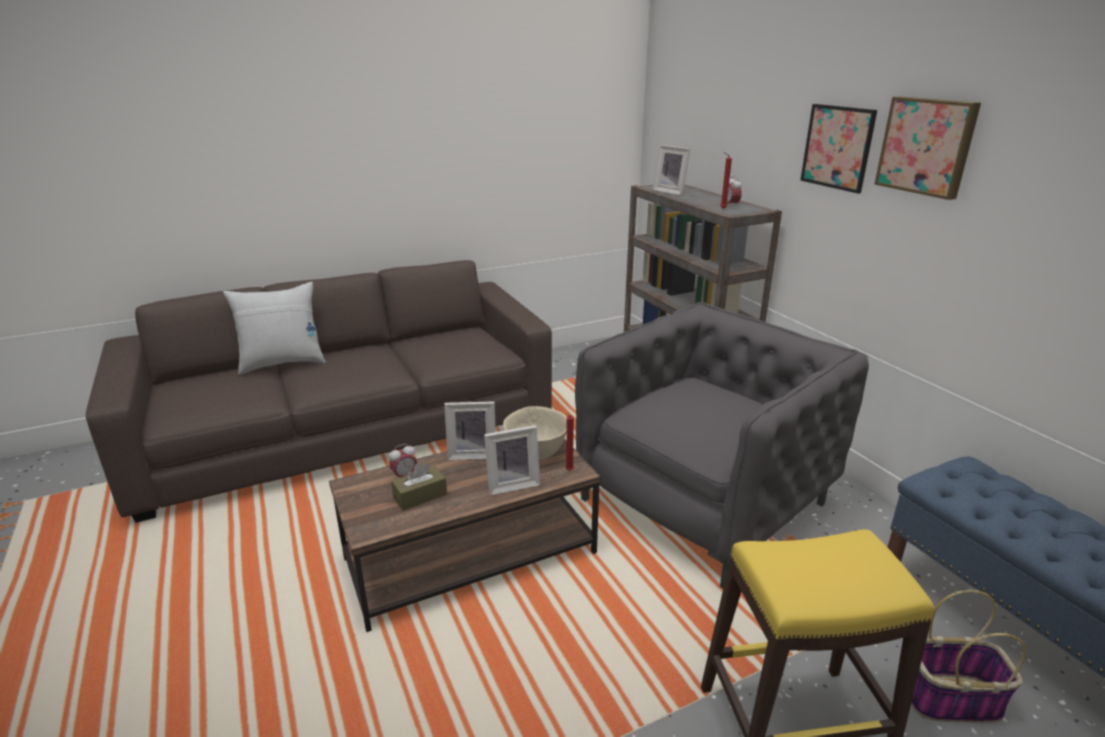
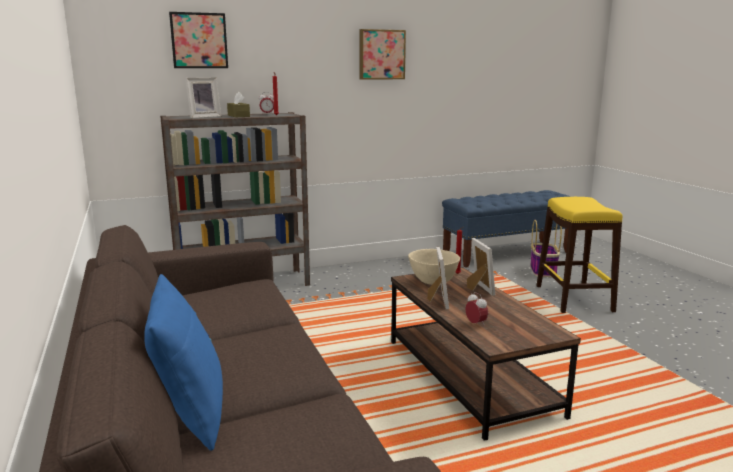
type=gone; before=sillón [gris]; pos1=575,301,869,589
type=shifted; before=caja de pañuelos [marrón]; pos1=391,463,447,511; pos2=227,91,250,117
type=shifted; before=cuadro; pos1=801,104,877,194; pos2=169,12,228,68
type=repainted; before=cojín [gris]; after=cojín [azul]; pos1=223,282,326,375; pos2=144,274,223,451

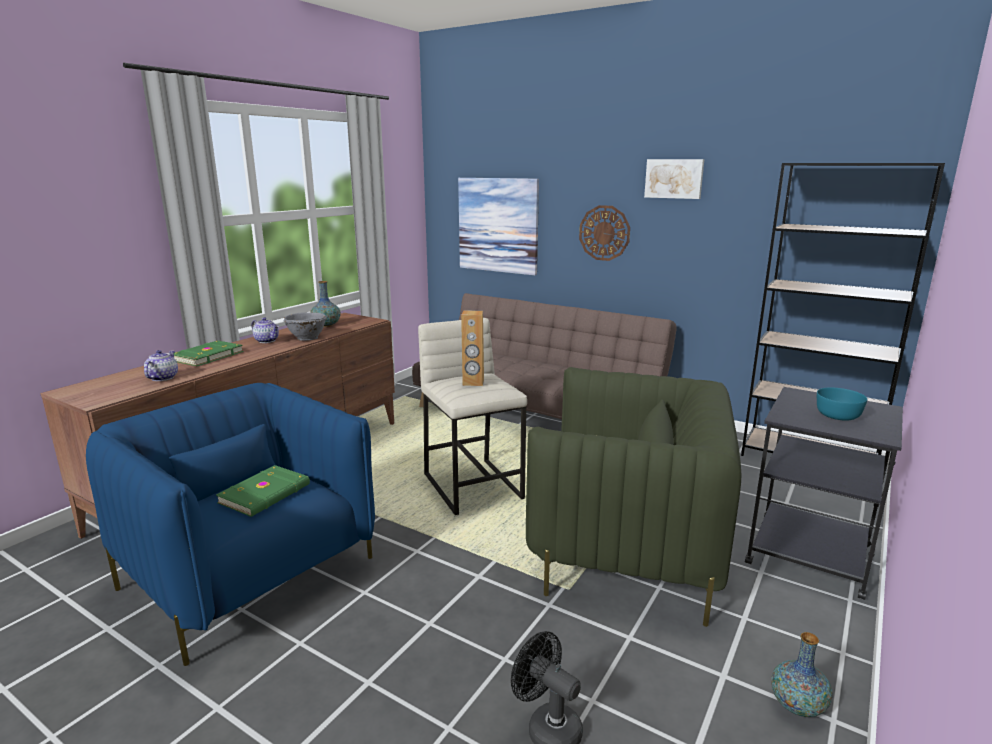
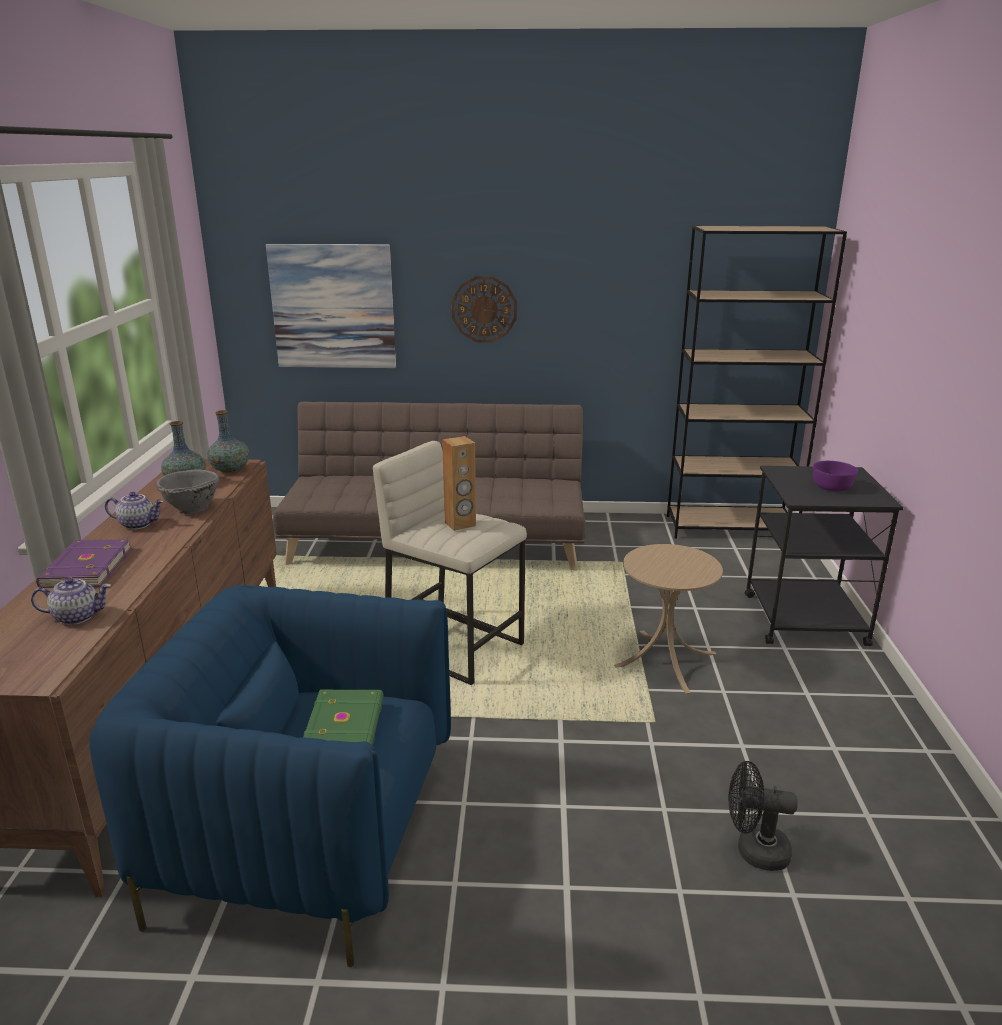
type=gone; before=cuadro; pos1=644,159,704,199
type=shifted; before=florero; pos1=771,632,833,717; pos2=207,410,249,473
type=swapped; before=sillón [verde]; after=mesa auxiliar [beis]; pos1=526,367,741,627; pos2=614,544,723,694
type=repainted; before=libro [verde]; after=libro [morado]; pos1=174,340,244,366; pos2=36,539,132,588
type=repainted; before=cuenco [turquesa]; after=cuenco [morado]; pos1=817,387,867,421; pos2=813,461,858,491
type=rotated; before=tetera; pos1=144,350,178,381; pos2=31,577,111,625; turn=105

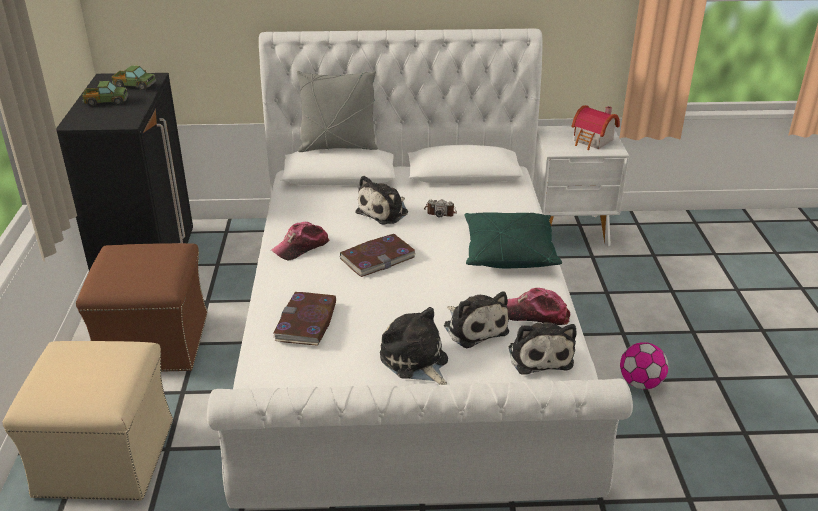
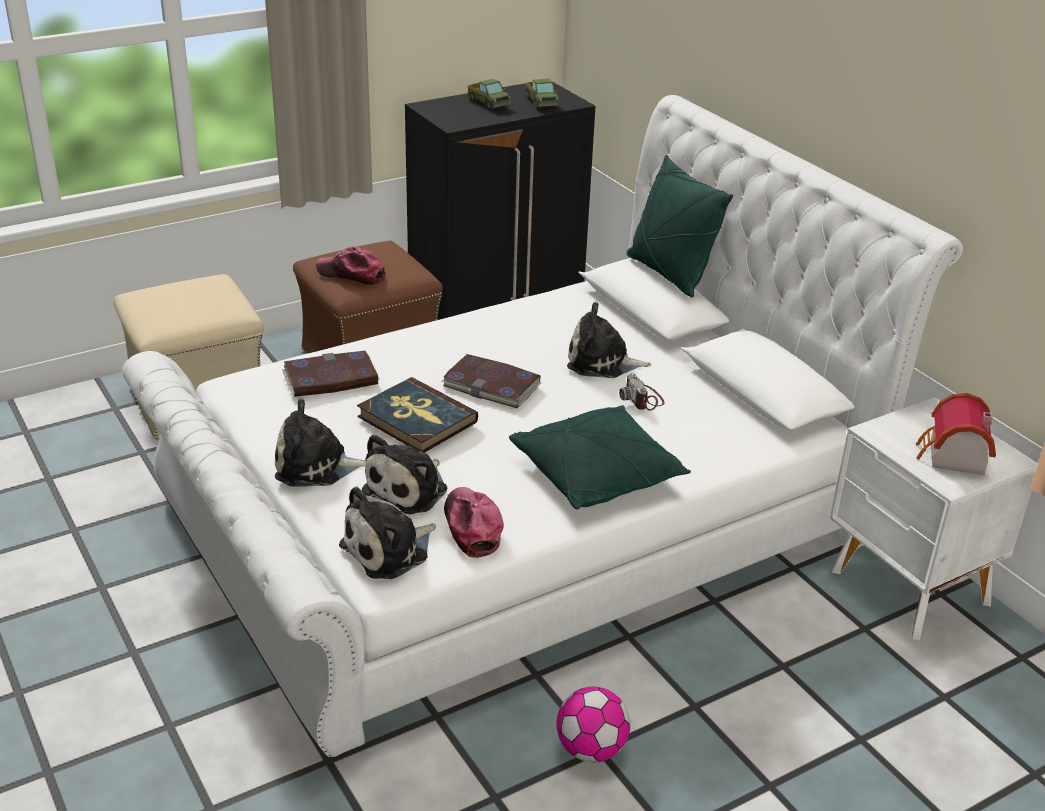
type=new; after=libro; pos2=357,377,478,453
type=shifted; before=gorra; pos1=271,222,330,260; pos2=316,247,386,285
type=repainted; before=cojín [gris]; after=cojín [verde]; pos1=297,71,378,152; pos2=627,155,733,298
type=rotated; before=peluche; pos1=380,307,448,385; pos2=275,399,366,487; turn=-120

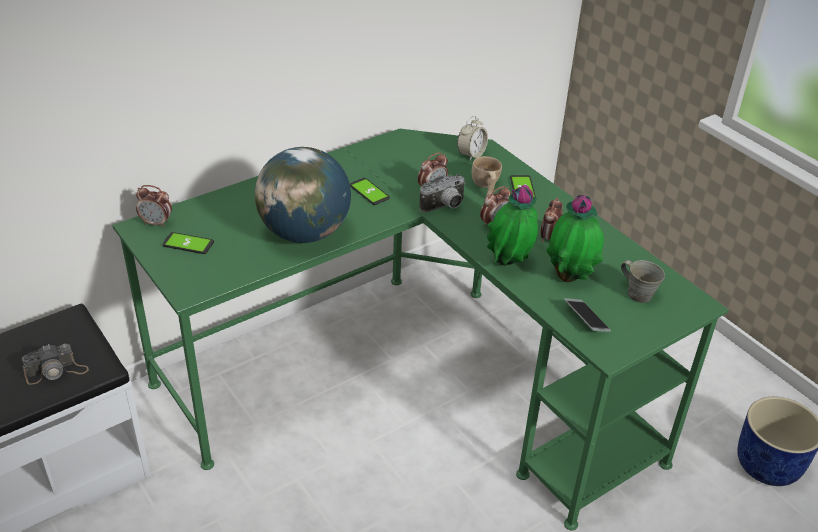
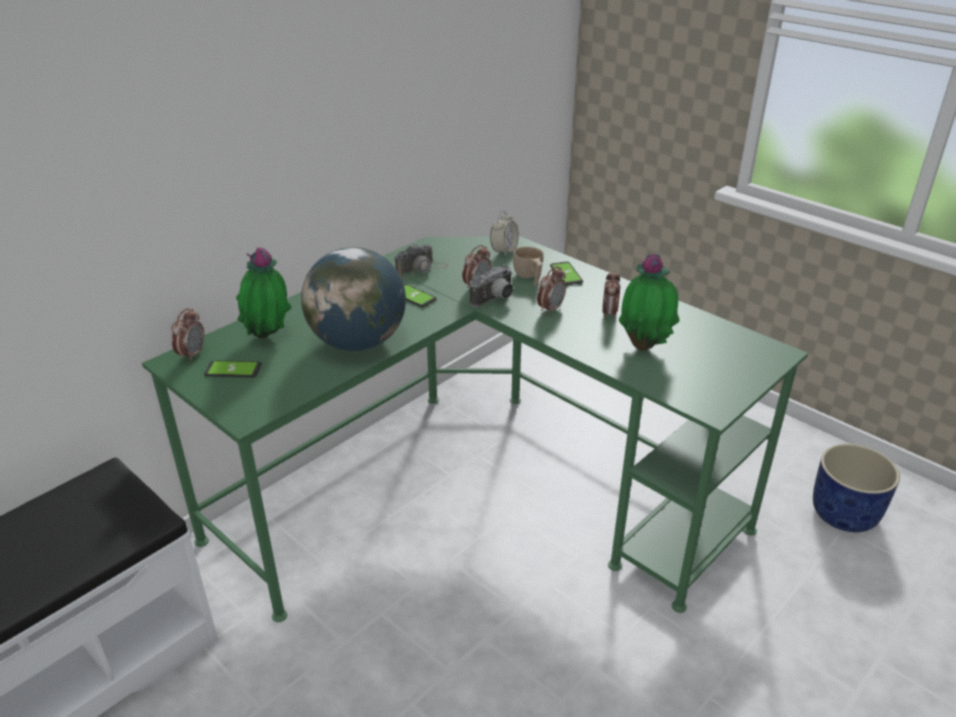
type=gone; before=móvil; pos1=564,298,611,332
type=gone; before=taza grande [gris]; pos1=621,260,665,303
type=shifted; before=cámara; pos1=22,344,89,385; pos2=395,244,448,279
type=shifted; before=planta en maceta; pos1=487,185,538,265; pos2=236,248,292,339
type=rotated; before=despertador; pos1=136,185,172,227; pos2=172,308,204,362; turn=-75

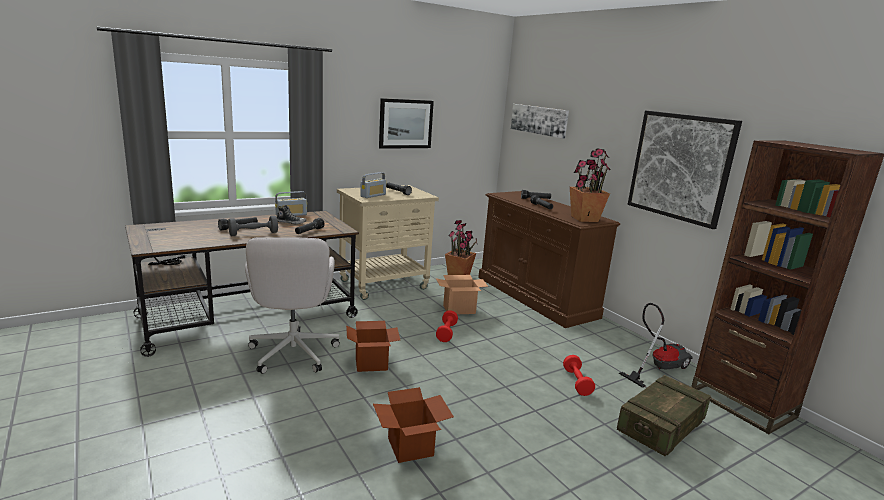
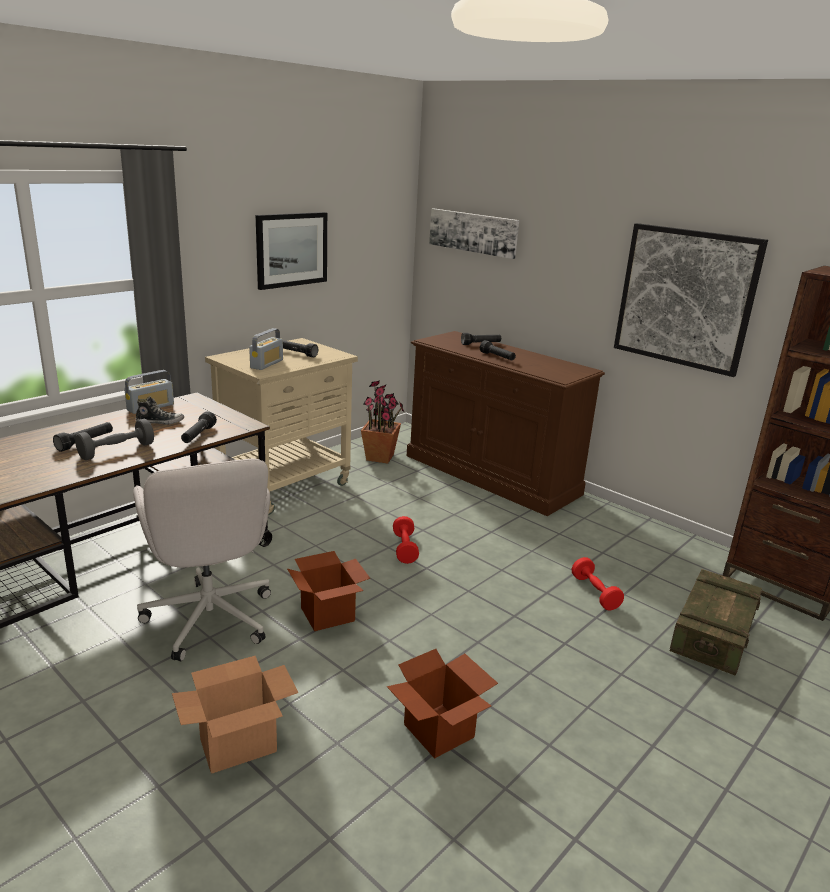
type=gone; before=planta en maceta; pos1=570,148,611,222
type=gone; before=aspiradora; pos1=619,303,693,388
type=shifted; before=caja de cartón; pos1=436,275,488,314; pos2=172,656,298,774

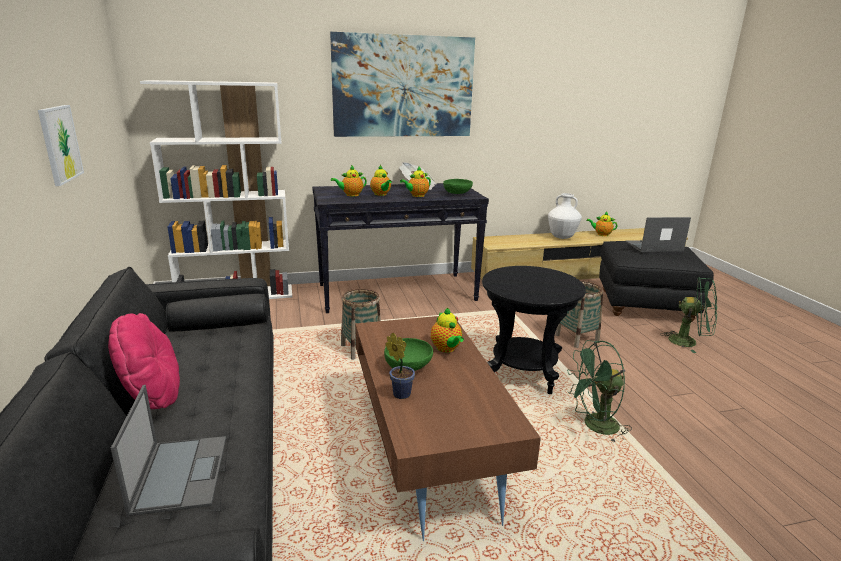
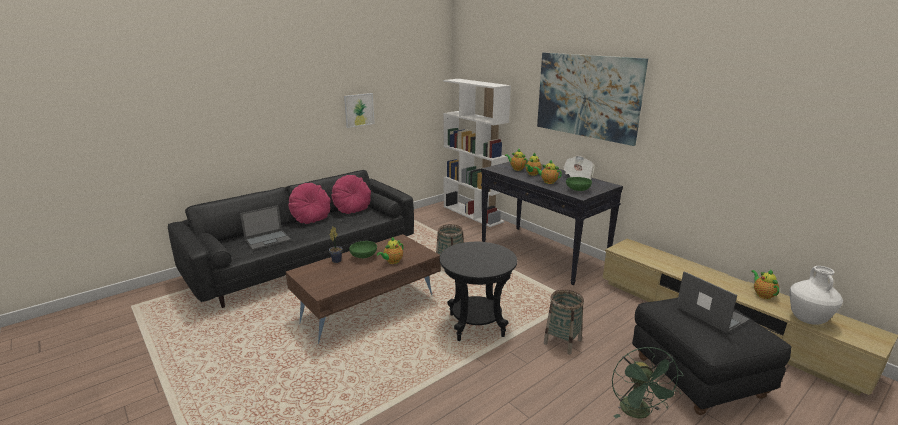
type=gone; before=ventilador [verde]; pos1=567,340,632,442
type=new; after=cojín [rosa]; pos2=331,175,371,214
type=shifted; before=florero [blanco]; pos1=548,193,582,239; pos2=790,266,843,325

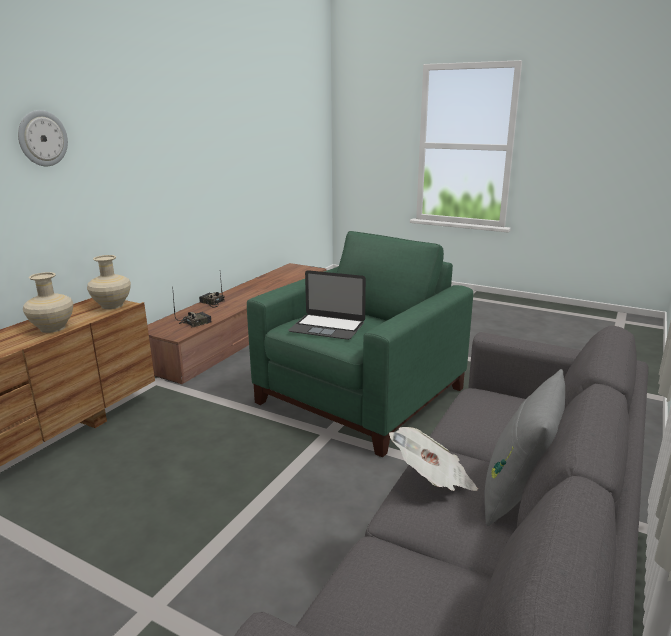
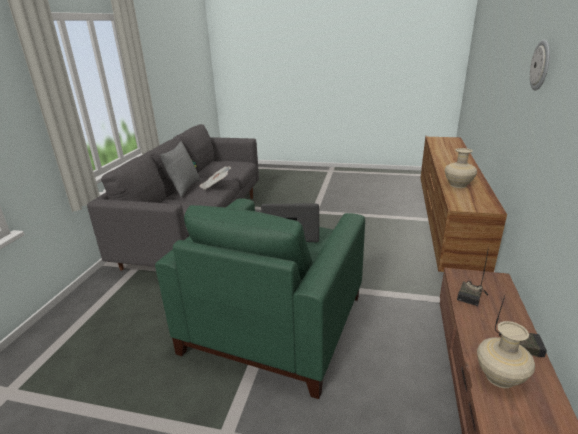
type=shifted; before=florero [beis]; pos1=87,255,131,309; pos2=477,321,535,388

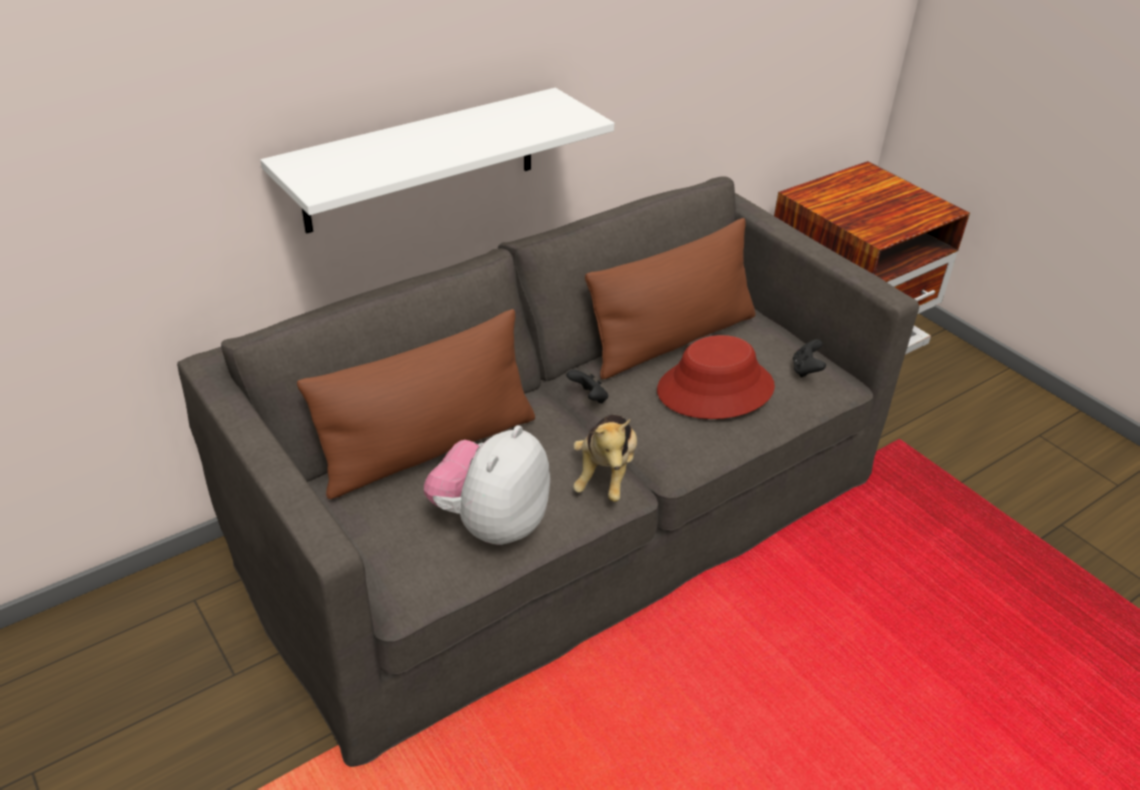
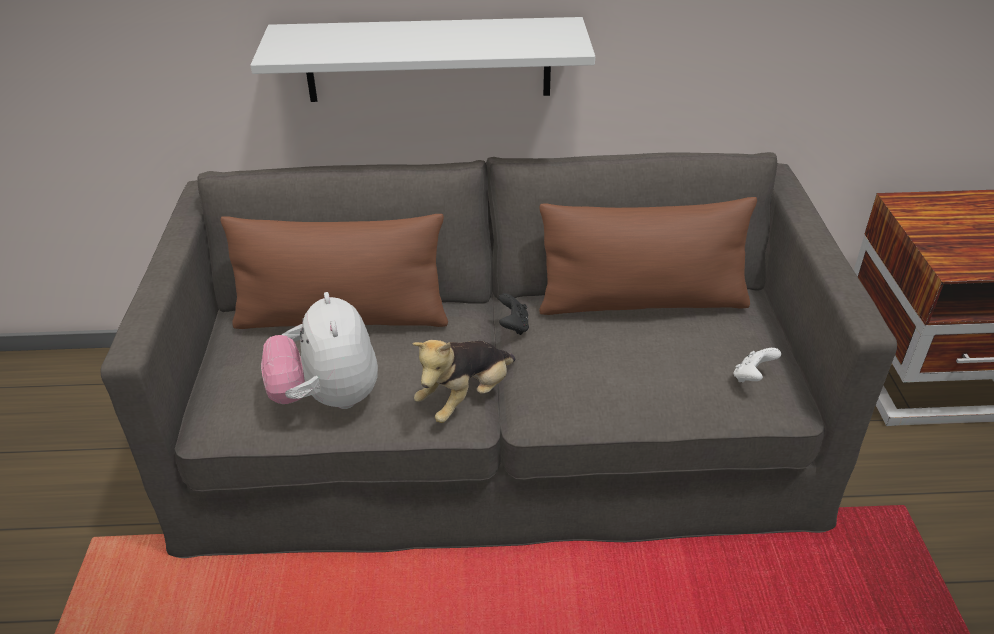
type=gone; before=sombrero [rojo]; pos1=657,335,775,419
type=repainted; before=mando de consola [negro]; after=mando de consola [blanco]; pos1=793,339,826,378; pos2=734,348,781,382
type=rotated; before=peluche; pos1=424,425,550,545; pos2=261,292,378,409; turn=-75

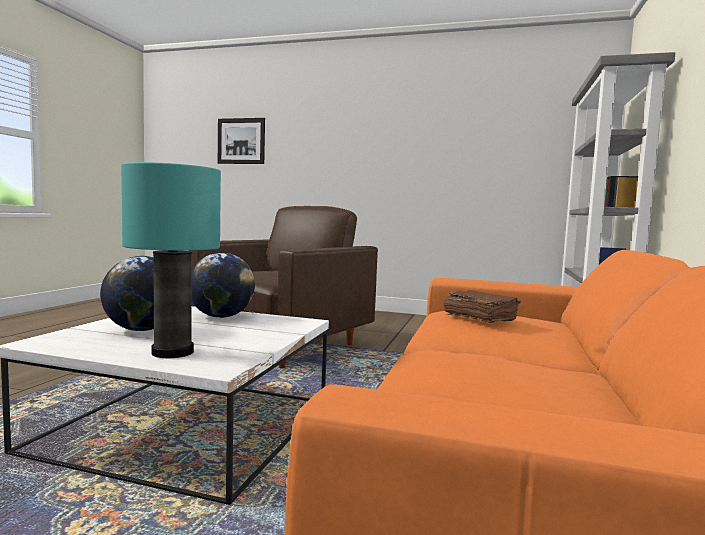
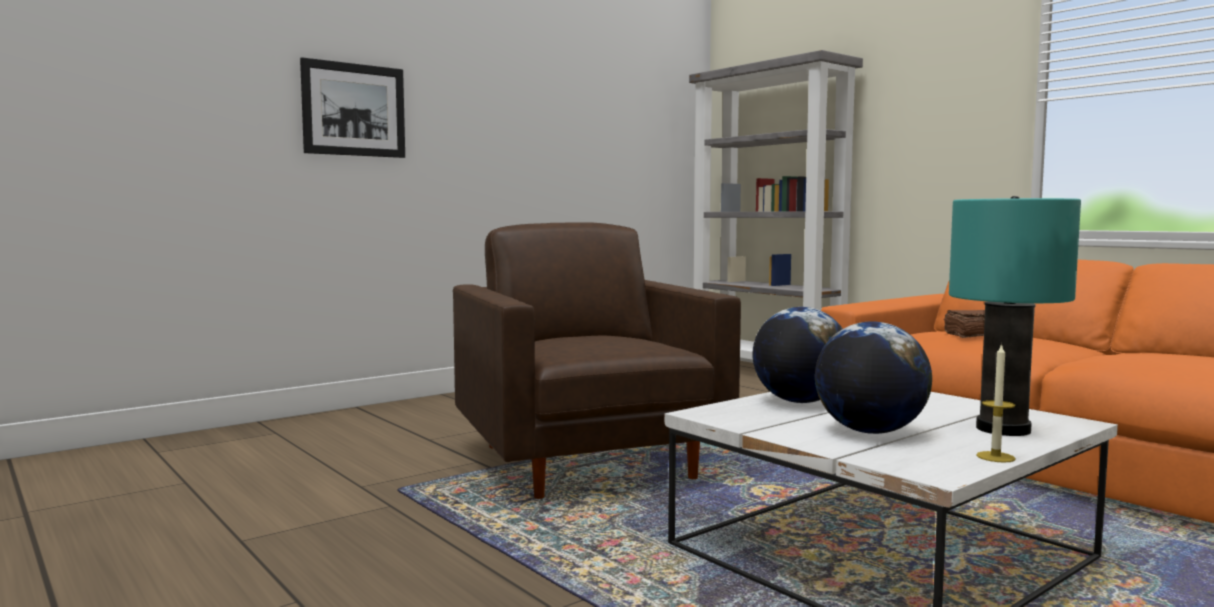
type=new; after=vela; pos2=976,343,1016,463
type=shifted; before=cuadro; pos1=218,118,265,164; pos2=300,57,405,158

